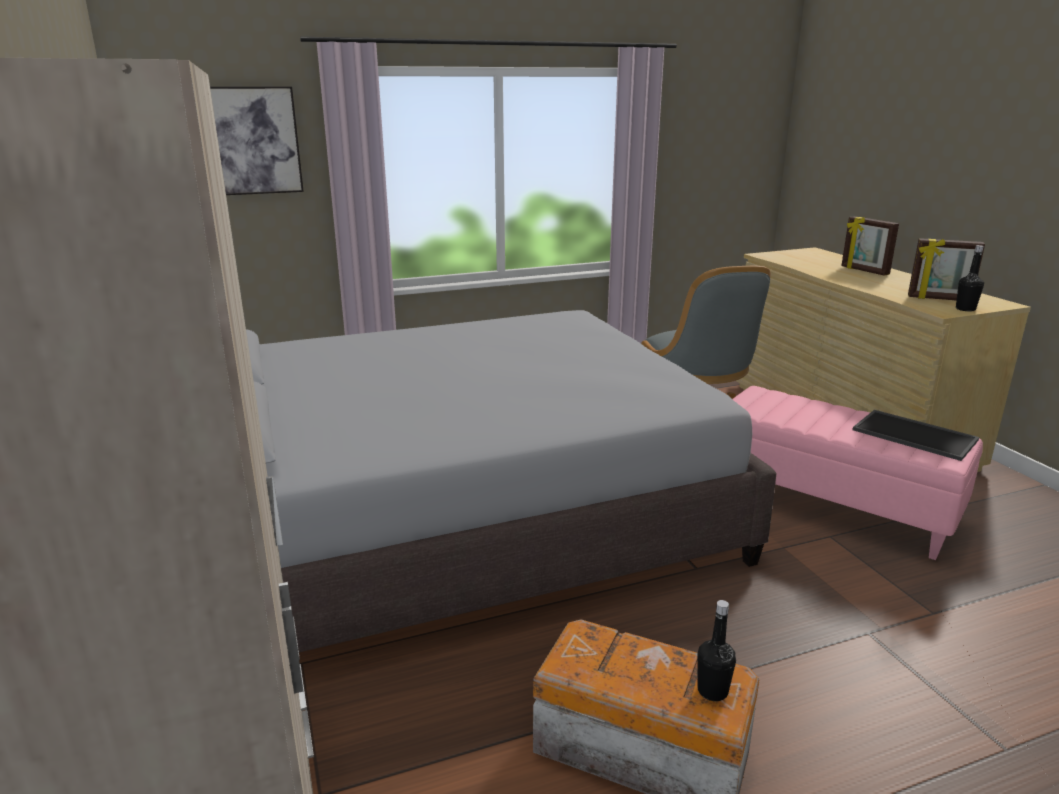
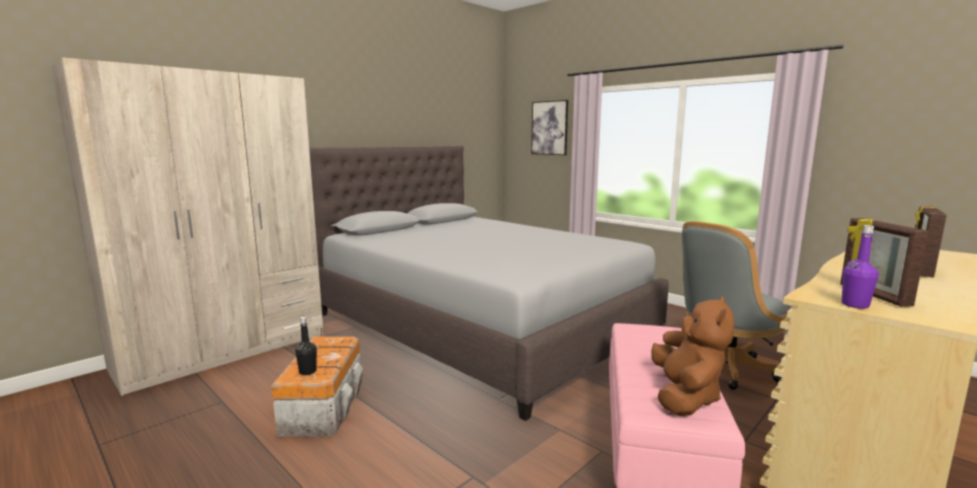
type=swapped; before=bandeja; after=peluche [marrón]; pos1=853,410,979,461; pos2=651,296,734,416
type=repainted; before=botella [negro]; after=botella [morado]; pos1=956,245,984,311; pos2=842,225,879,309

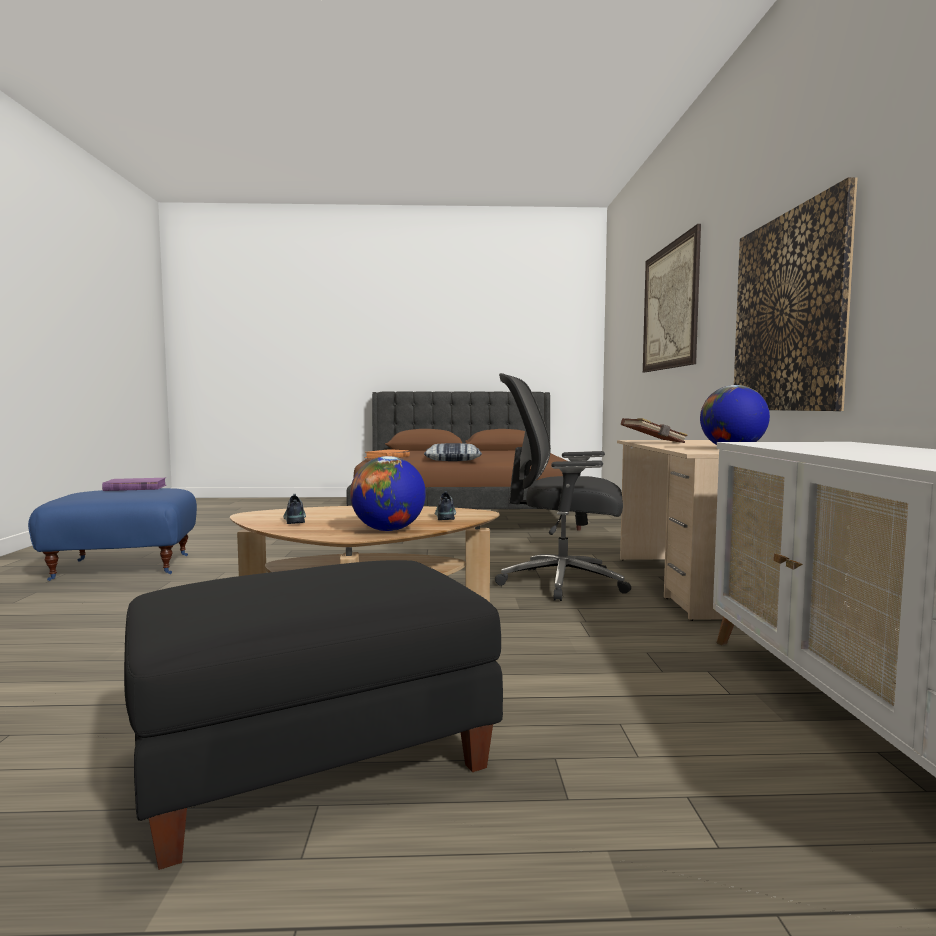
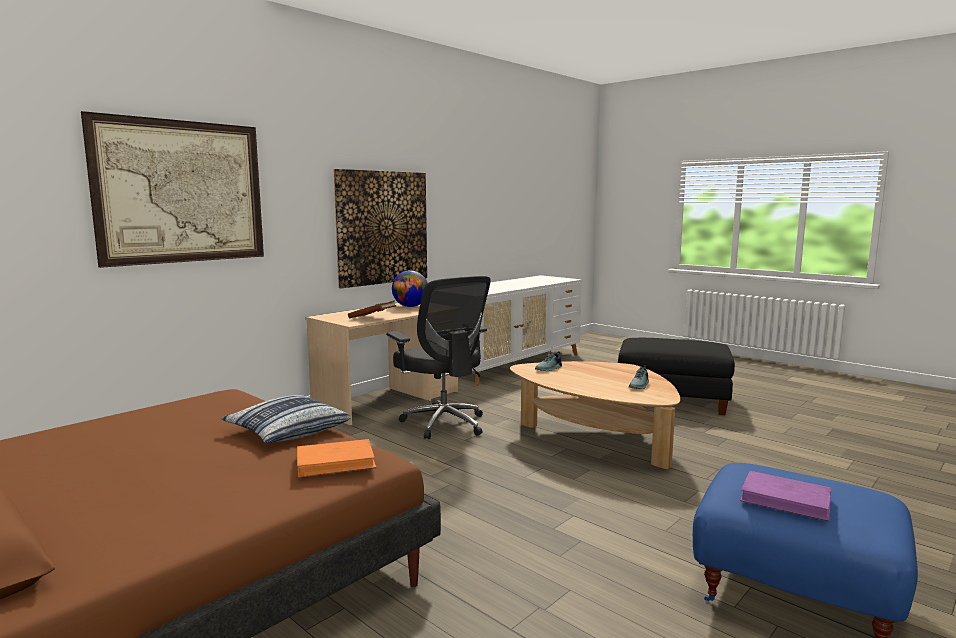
type=gone; before=globo terráqueo; pos1=350,456,426,531

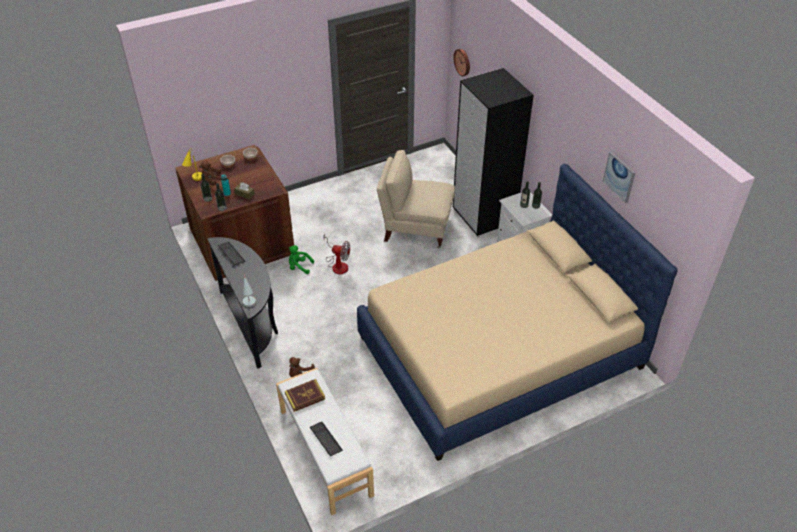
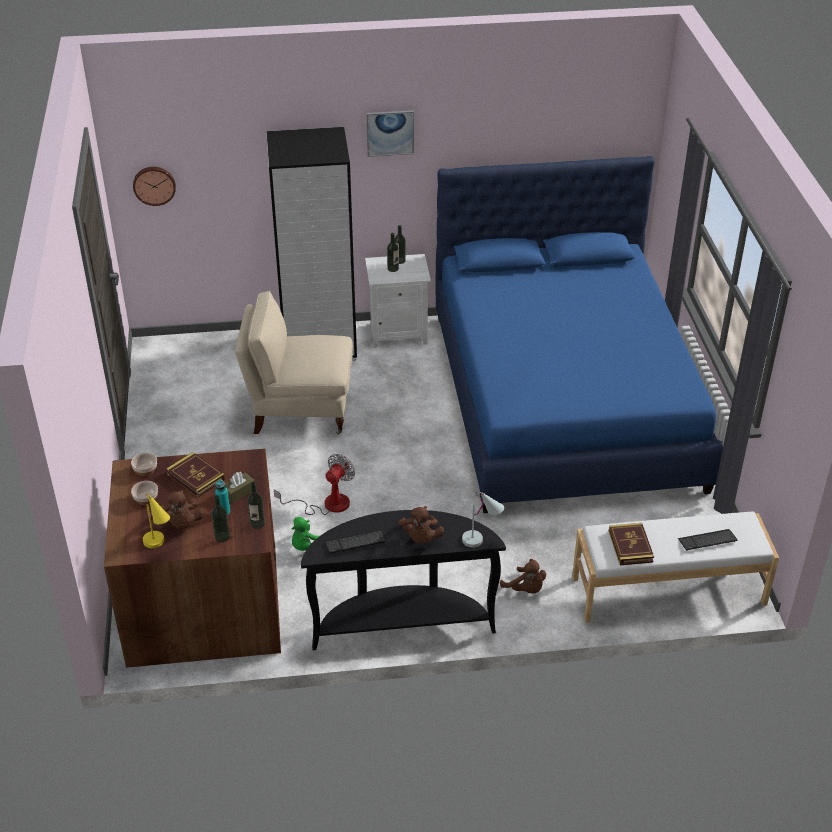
type=new; after=libro; pos2=166,452,225,497
type=new; after=peluche [marrón]; pos2=398,506,444,544
type=shifted; before=cuadro; pos1=603,152,635,203; pos2=367,110,414,157
type=repainted; before=cama [beis]; after=cama [azul]; pos1=357,164,677,461; pos2=436,156,723,513
type=rotated; before=sillón [beis]; pos1=377,150,455,248; pos2=235,291,353,434; turn=60

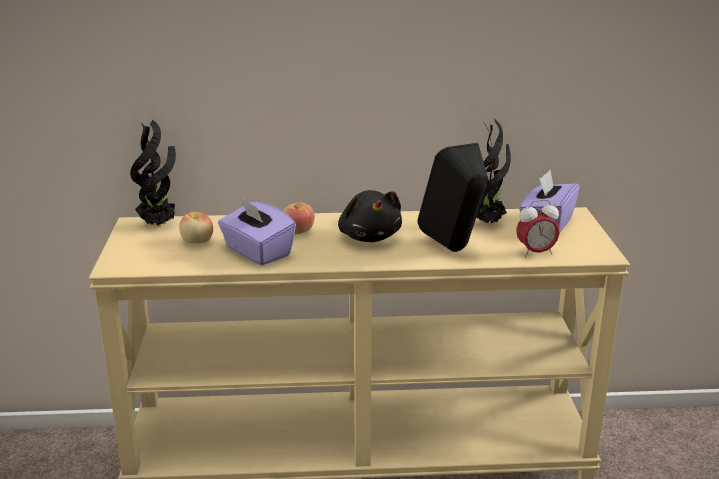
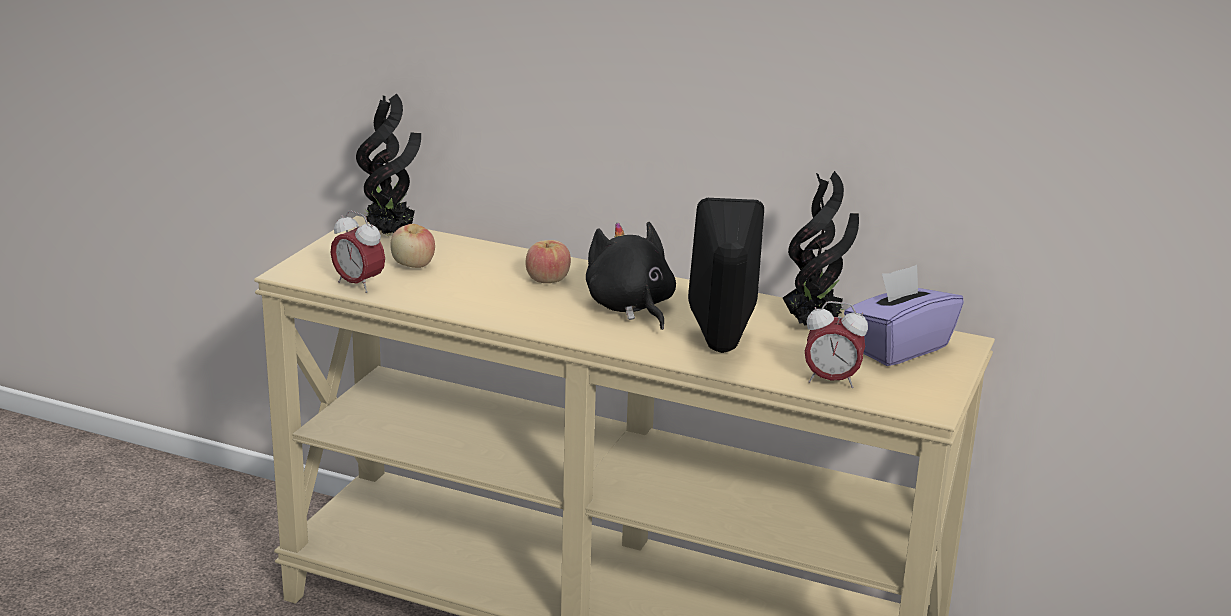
type=gone; before=caja de pañuelos [morado]; pos1=218,197,296,266
type=new; after=despertador; pos2=330,211,385,293
type=rotated; before=peluche [negro]; pos1=338,190,402,242; pos2=586,222,676,330; turn=150

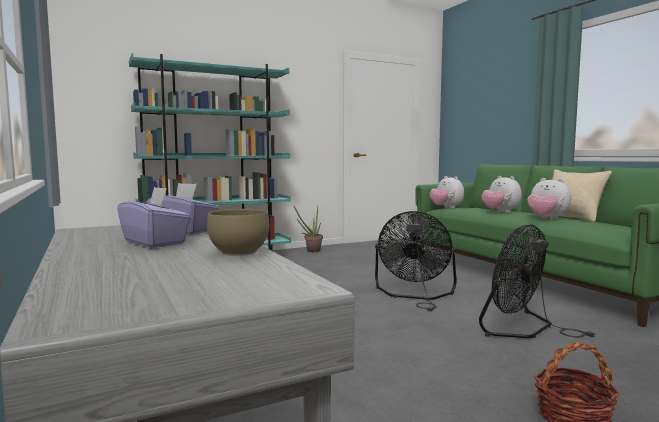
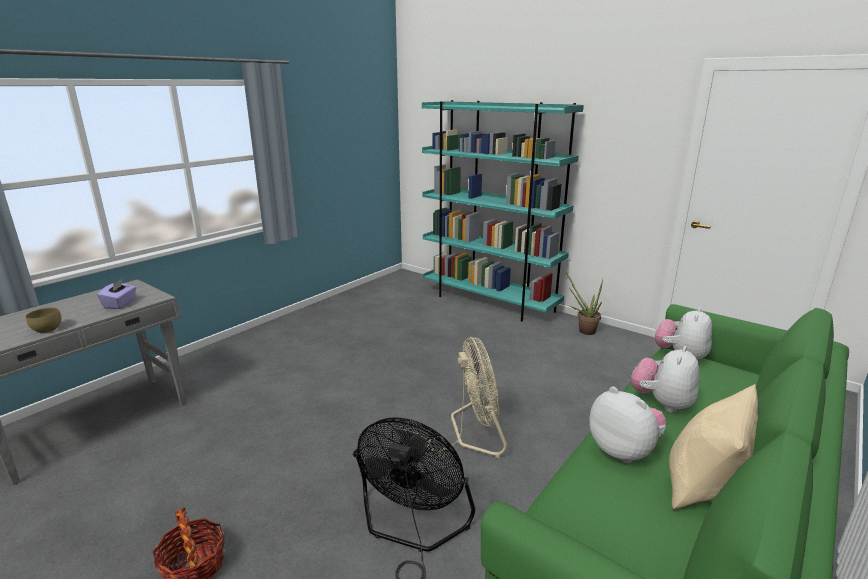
type=gone; before=caja de pañuelos [morado]; pos1=117,187,192,248
type=repainted; before=ventilador [negro]; after=ventilador [beis]; pos1=375,211,457,311; pos2=427,337,507,459
type=rotated; before=peluche; pos1=528,178,571,219; pos2=589,387,667,463; turn=120

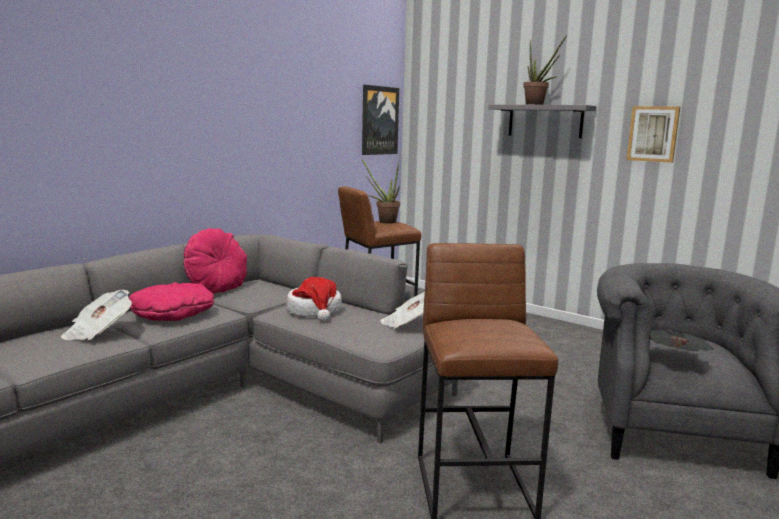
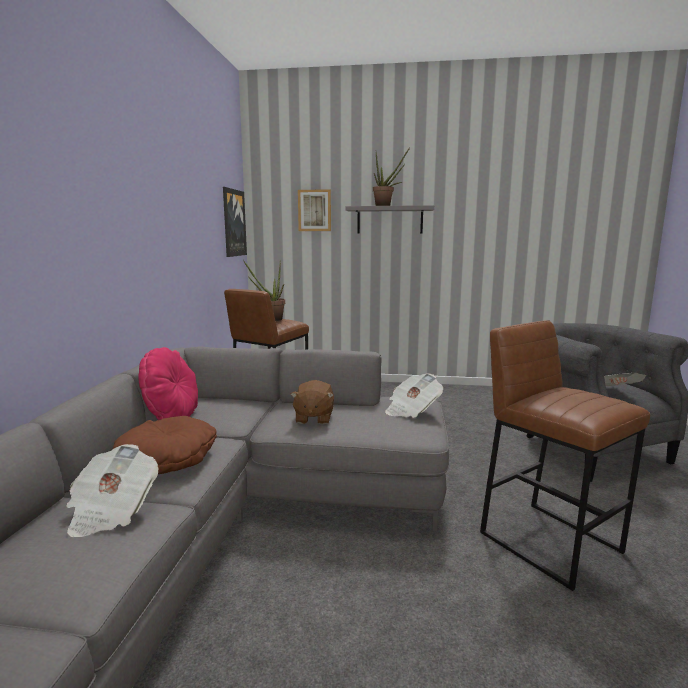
type=shifted; before=cuadro; pos1=627,106,680,163; pos2=298,189,331,231
type=swapped; before=sombrero; after=peluche [marrón]; pos1=287,277,342,322; pos2=290,380,334,424
type=repainted; before=cojín [rosa]; after=cojín [marrón]; pos1=129,282,214,321; pos2=113,416,217,474

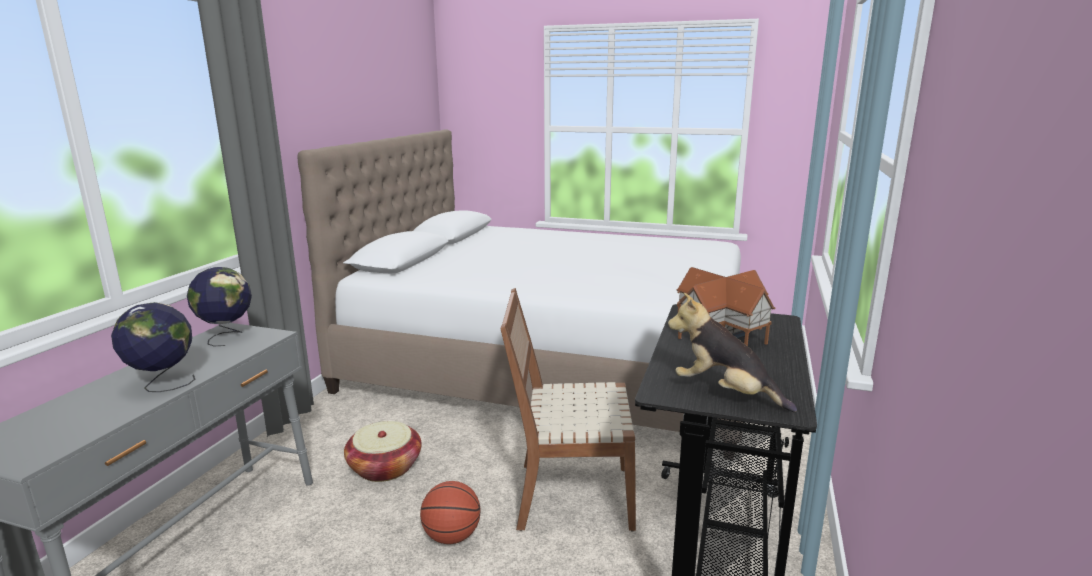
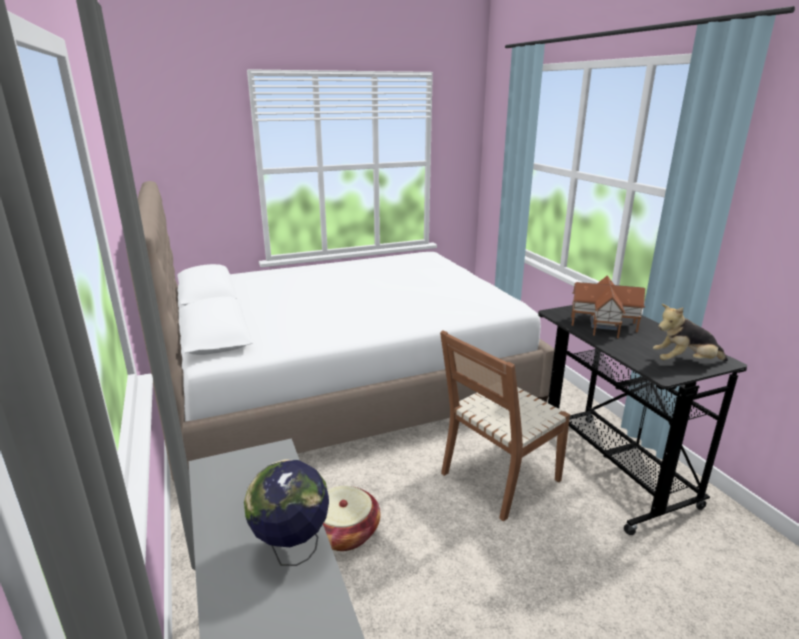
type=gone; before=globo terráqueo; pos1=187,267,252,347
type=gone; before=balón de baloncesto; pos1=420,481,481,544

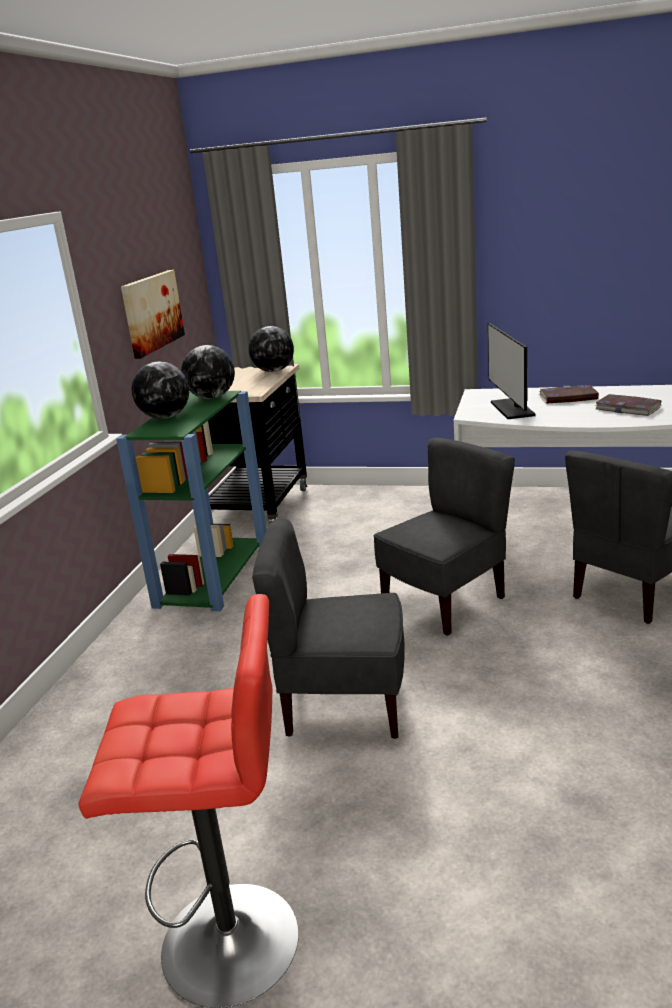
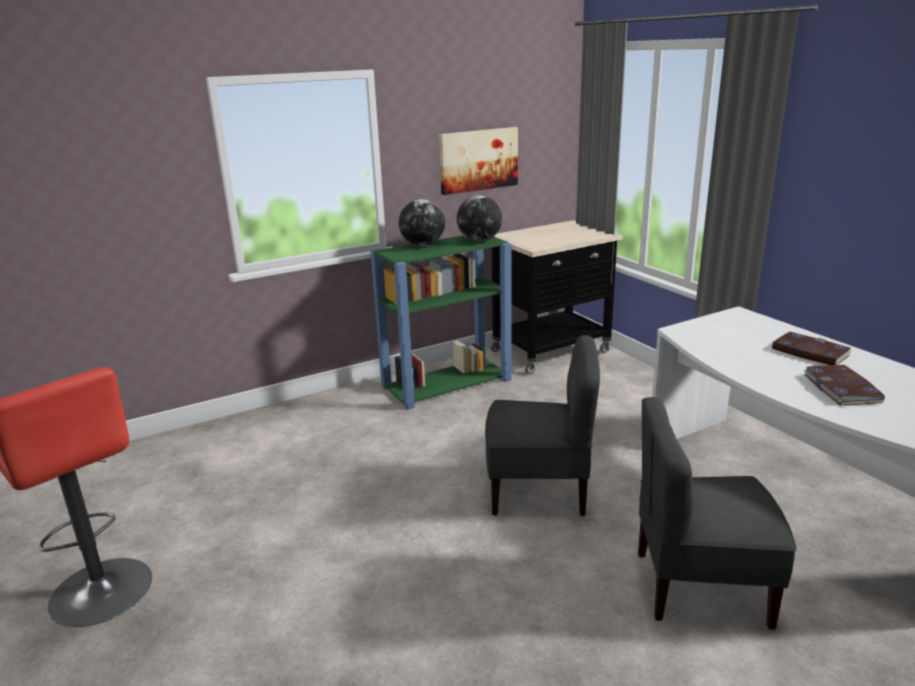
type=gone; before=globo terráqueo; pos1=249,326,294,372
type=gone; before=silla [gris]; pos1=252,518,405,739
type=gone; before=monitor; pos1=488,323,536,419

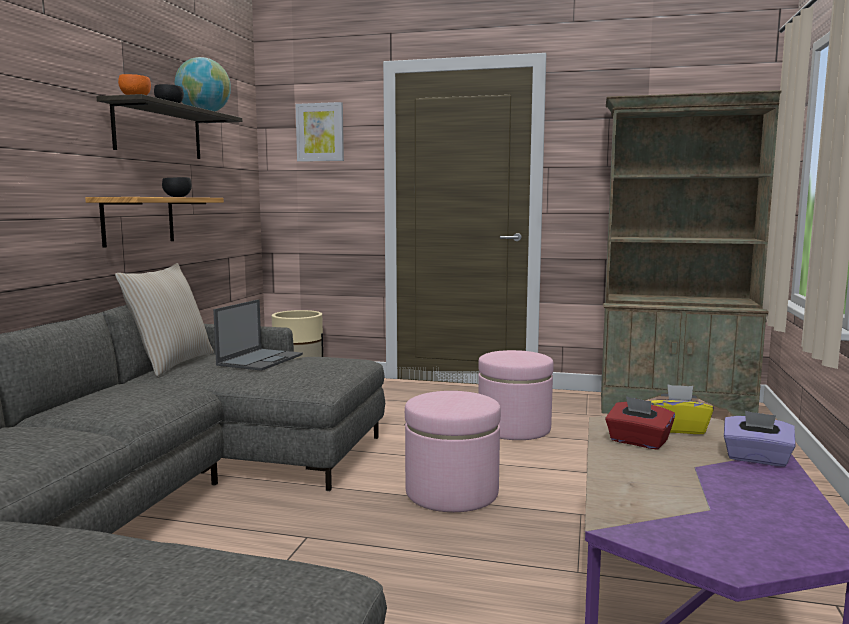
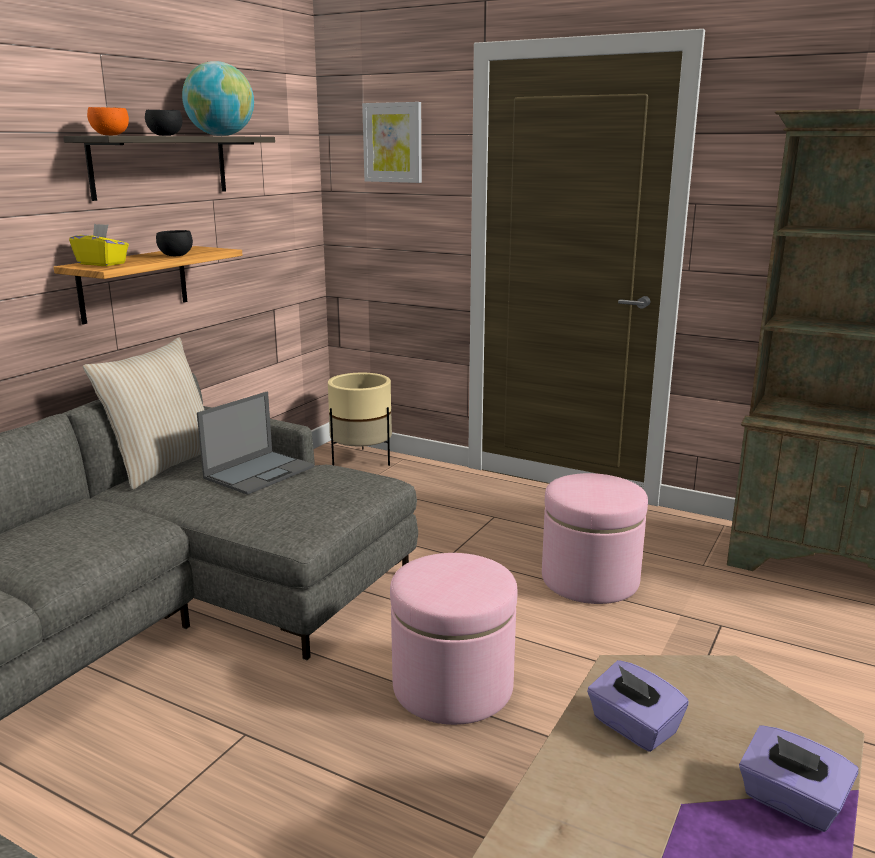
type=shifted; before=caja de pañuelos [amarillo]; pos1=651,384,714,434; pos2=69,224,129,266
type=repainted; before=caja de pañuelos [rojo]; after=caja de pañuelos [morado]; pos1=605,396,675,450; pos2=587,660,689,752

